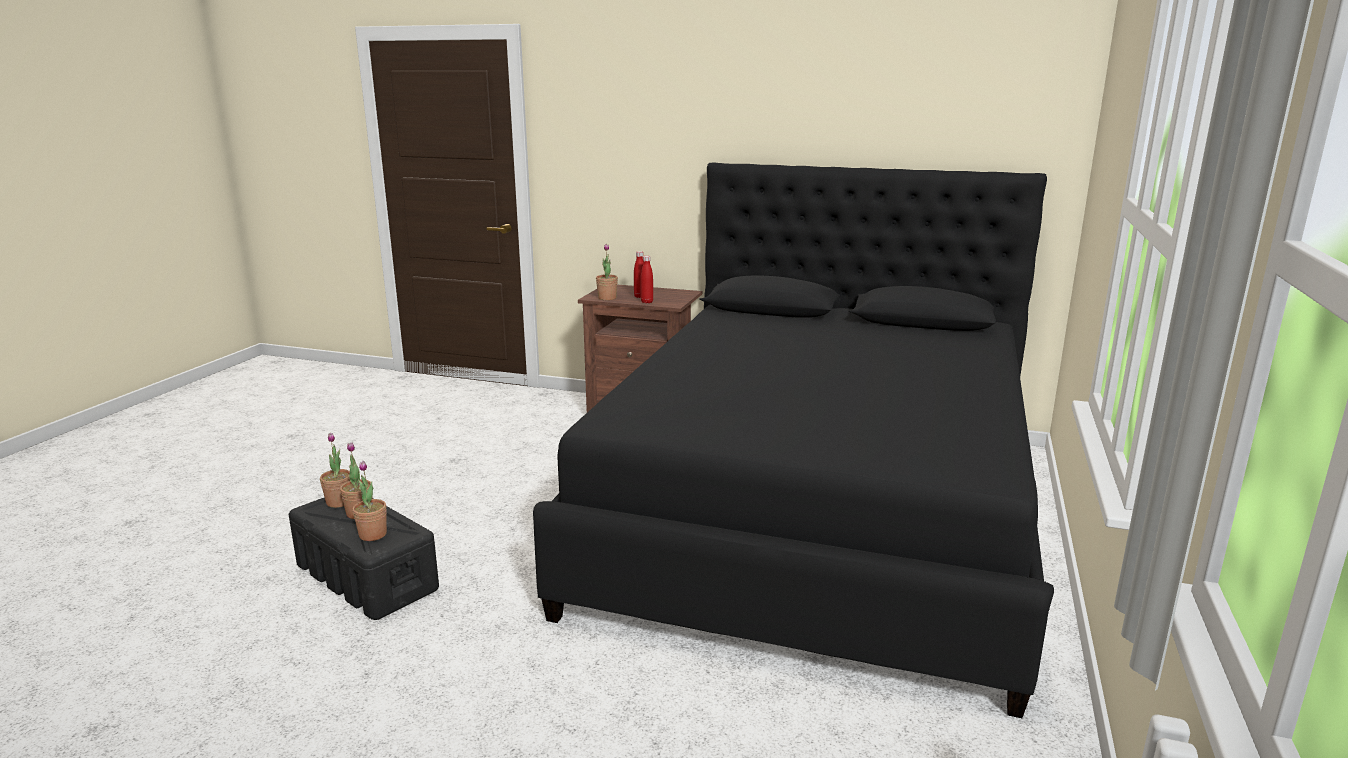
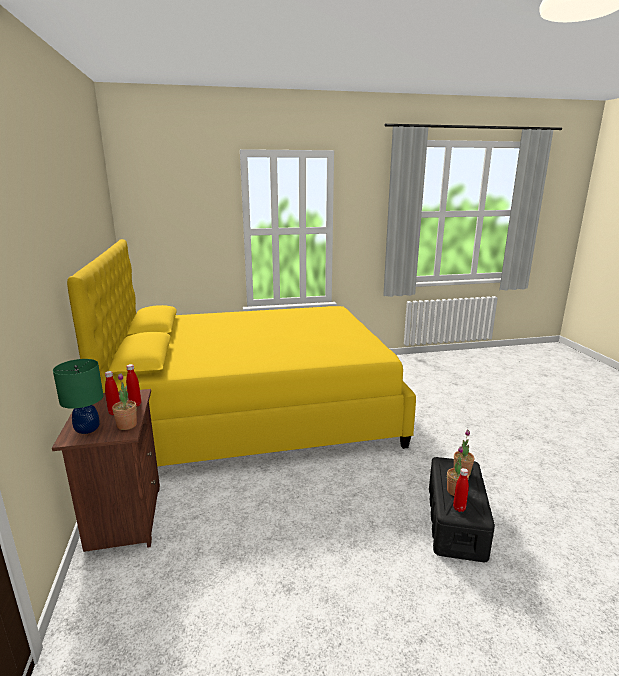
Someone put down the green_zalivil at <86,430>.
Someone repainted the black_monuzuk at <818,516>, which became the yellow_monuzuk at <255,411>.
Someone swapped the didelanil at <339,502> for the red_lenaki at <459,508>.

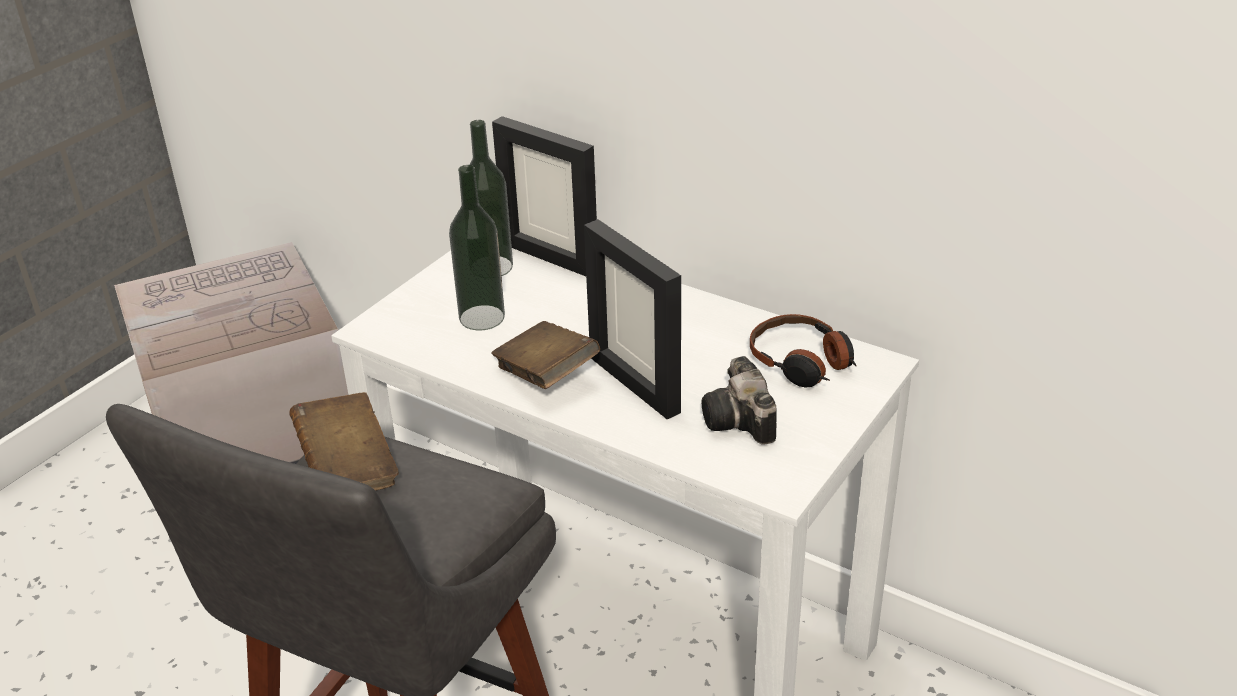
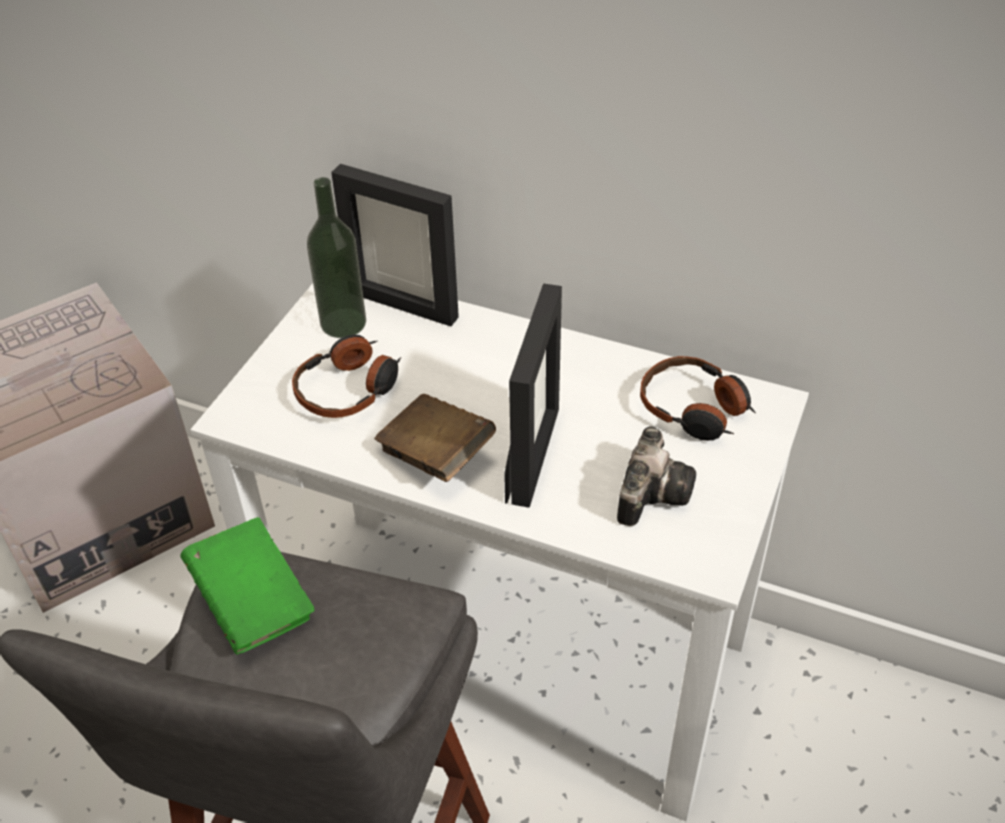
Someone repainted the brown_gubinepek at <348,468>, which became the green_gubinepek at <253,603>.
Someone swapped the lenaki at <482,317> for the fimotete at <349,389>.
Someone rotated the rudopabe at <636,383> by 120 degrees counterclockwise.
Someone rotated the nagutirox at <741,422> by 135 degrees counterclockwise.

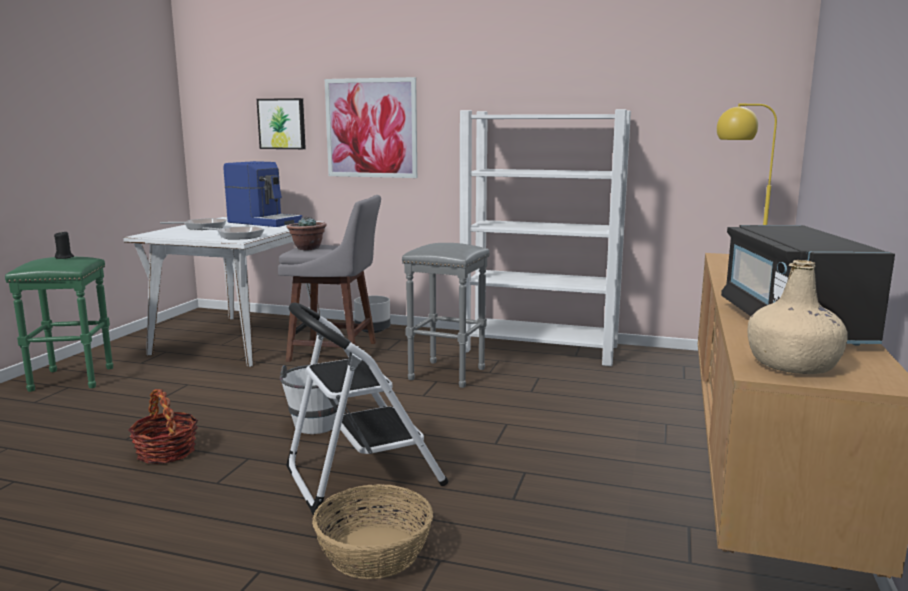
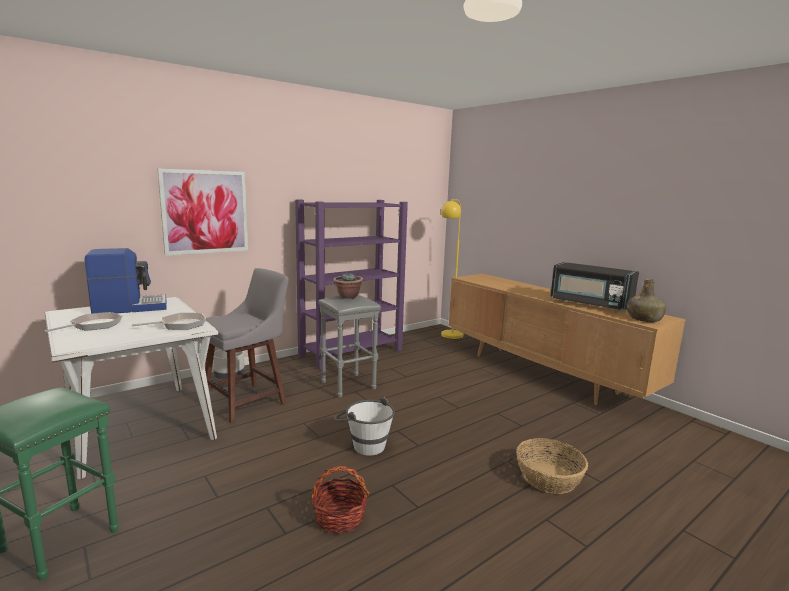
Someone repainted the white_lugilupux at <539,348>, which became the purple_lugilupux at <351,353>.
Someone carried the didelanil from <307,248> to <348,297>.
Someone repainted the beige_lenaki at <793,365>, which became the green_lenaki at <644,319>.
Someone took away the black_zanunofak at <64,257>.
Someone took away the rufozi at <282,124>.
Someone took away the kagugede at <359,477>.

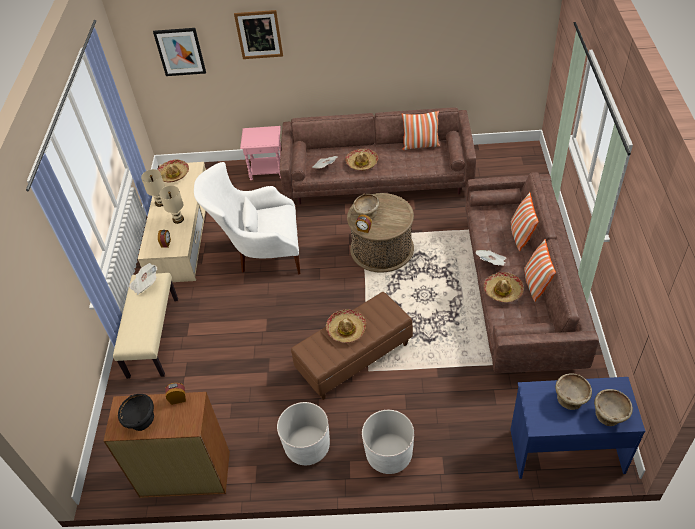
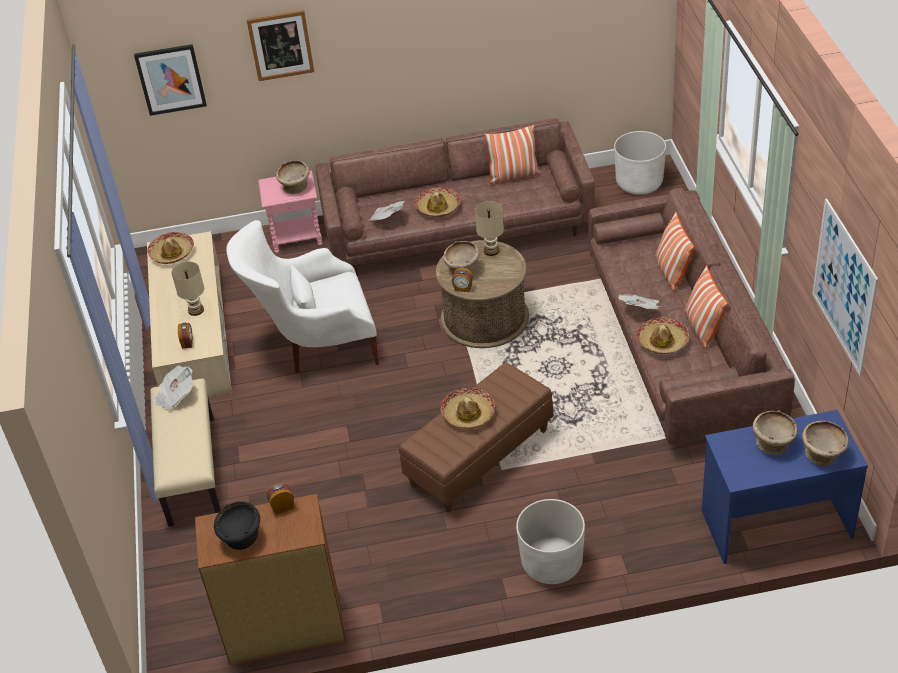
Someone put down the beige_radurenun at <295,188>.
Someone carried the beige_zalivil from <160,203> to <492,251>.
Someone carried the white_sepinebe from <307,446> to <639,183>.
Someone put up the rufozi at <844,286>.

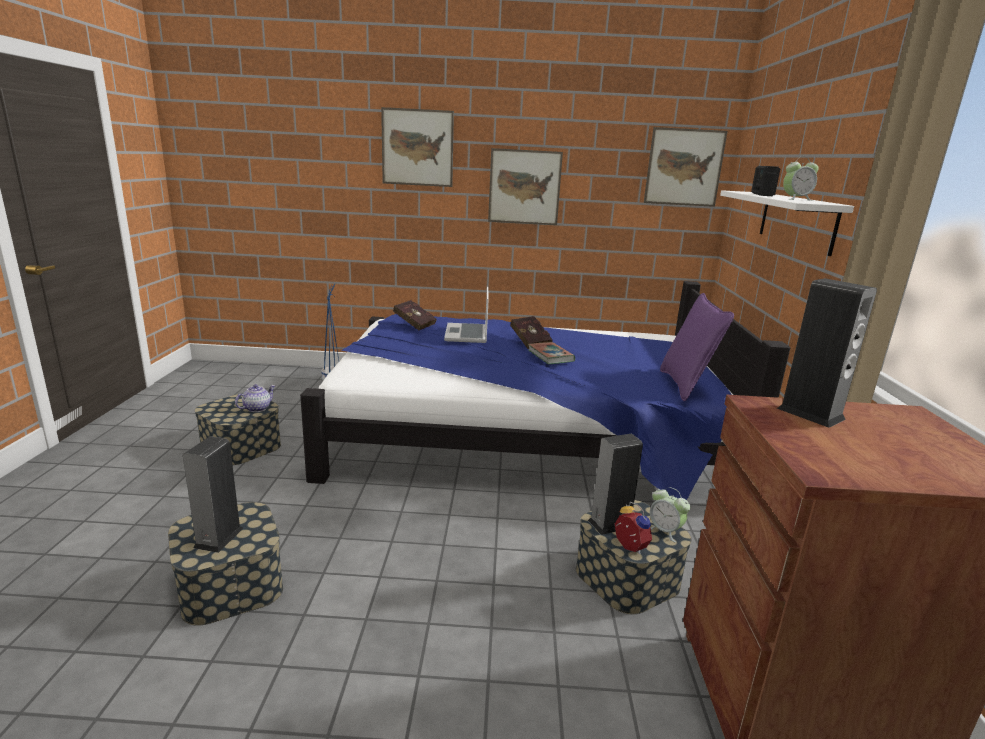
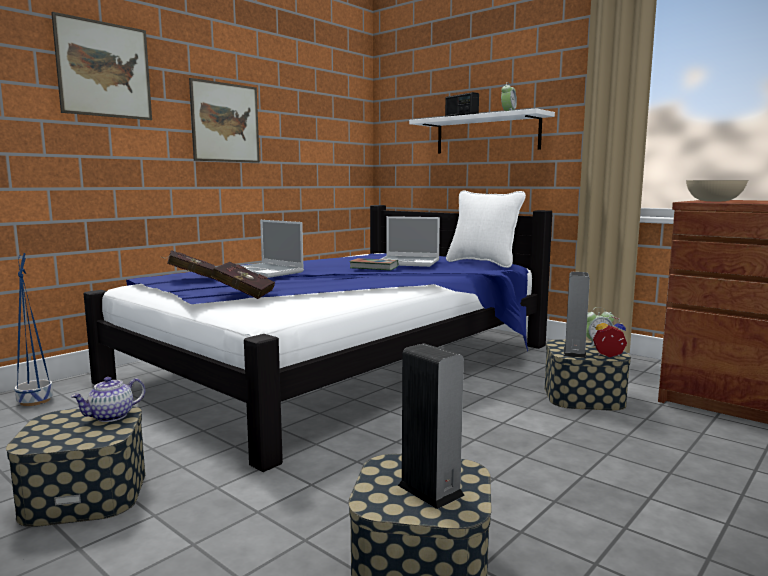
Someone rotated the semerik at <257,408> by 120 degrees counterclockwise.
Someone carried the red_gubinepek from <529,342> to <242,294>.
Someone put down the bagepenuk at <409,263>.
Someone repainted the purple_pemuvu at <686,385>, which became the white_pemuvu at <483,263>.
Someone swapped the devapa at <810,414> for the beige_radurenun at <713,201>.
Someone took away the rufozi at <684,167>.

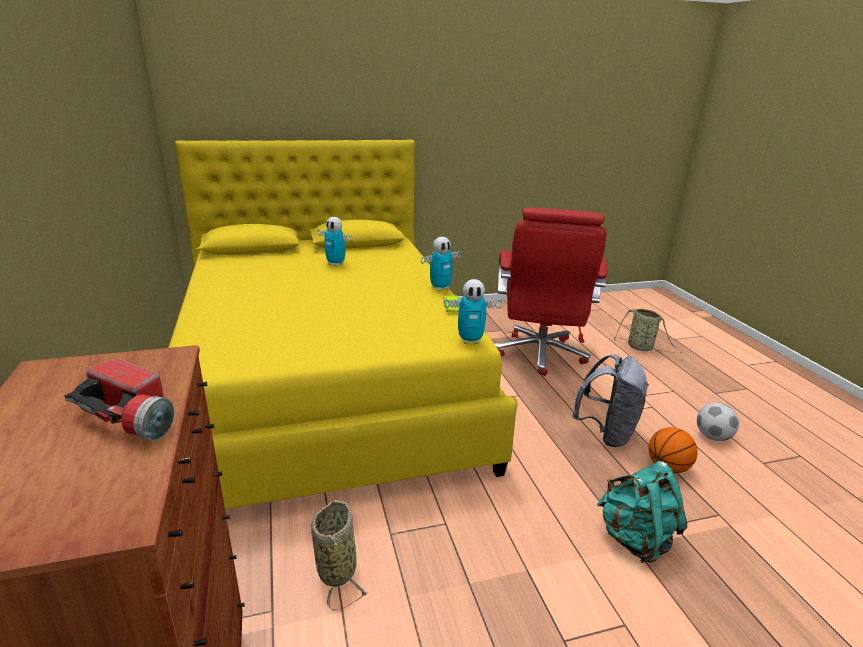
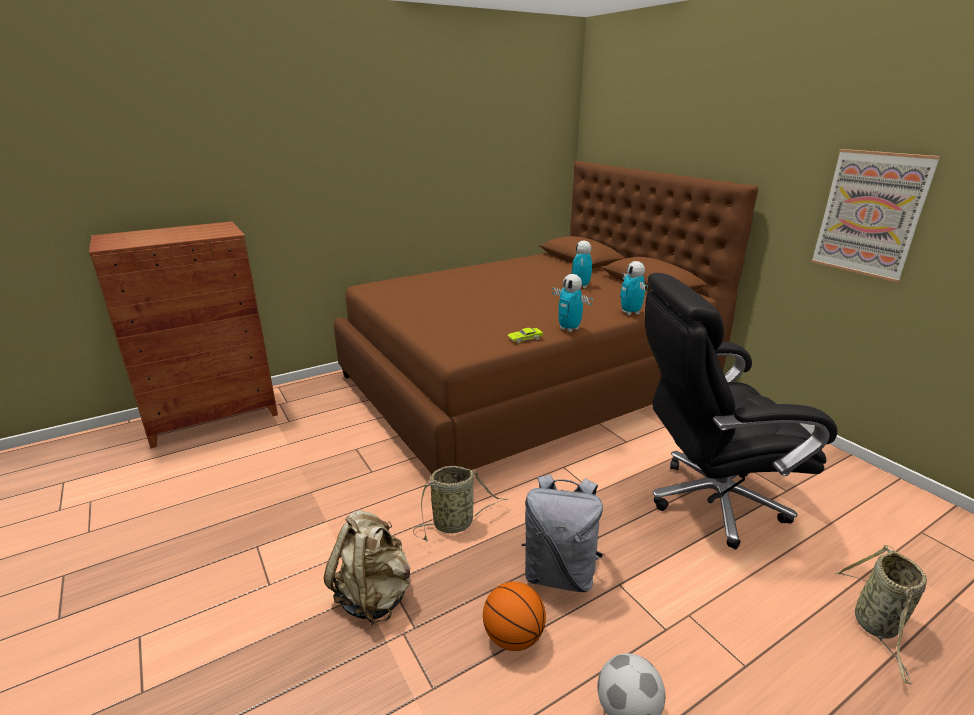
Someone repainted the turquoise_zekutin at <635,539>, which became the beige_zekutin at <374,595>.
Someone repainted the yellow_monuzuk at <327,386>, which became the brown_monuzuk at <524,384>.
Someone carried the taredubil from <337,568> to <456,523>.
Someone carried the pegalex from <470,340> to <630,313>.
Someone repainted the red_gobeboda at <540,357>, which became the black_gobeboda at <707,502>.
Someone put up the rufozi at <870,214>.
Someone took away the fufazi at <132,416>.

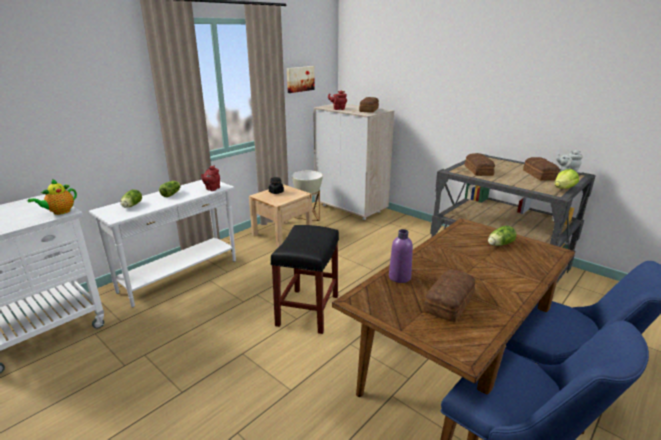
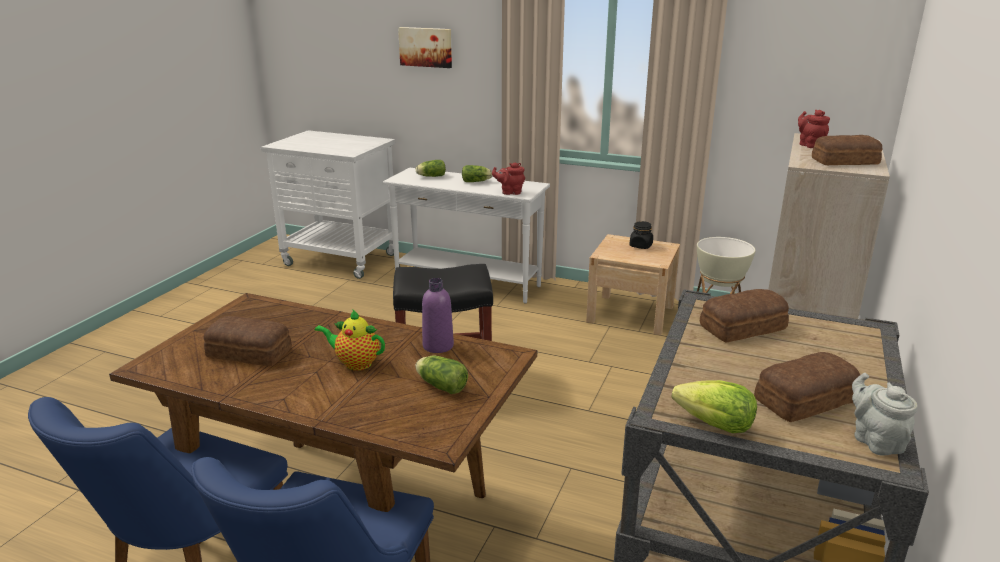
Someone carried the semerik from <60,212> to <355,363>.
Someone carried the rufozi from <299,79> to <426,47>.
Someone carried the purple_lenaki from <399,277> to <438,346>.

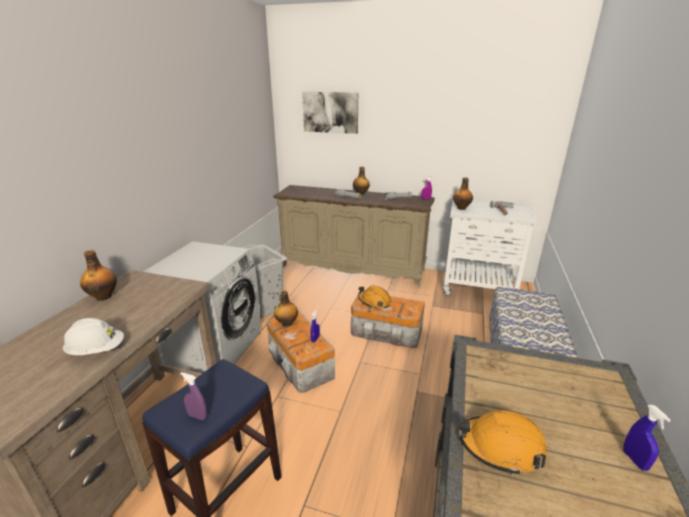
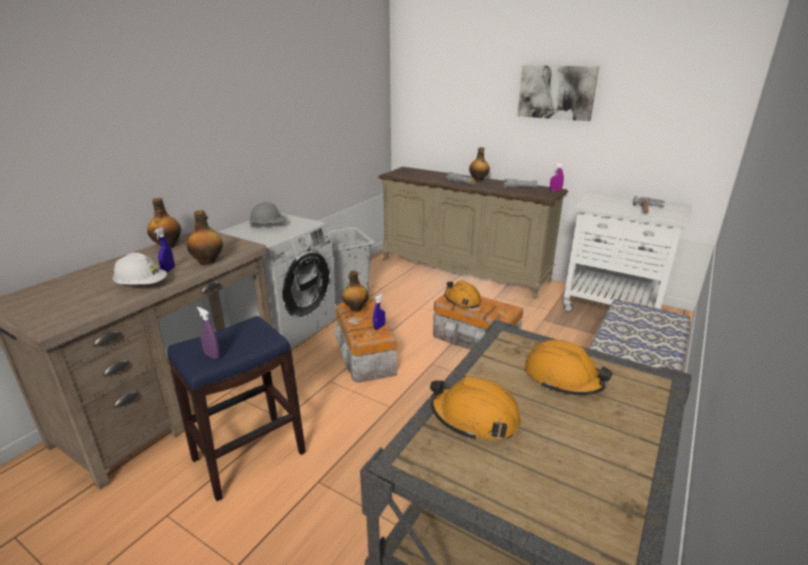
Someone carried the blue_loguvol from <634,460> to <168,270>.
Someone carried the lenaki from <461,208> to <208,262>.
Someone put down the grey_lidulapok at <268,226>.
Someone carried the rufozi from <330,112> to <556,92>.
Someone put down the orange_lidulapok at <563,378>.

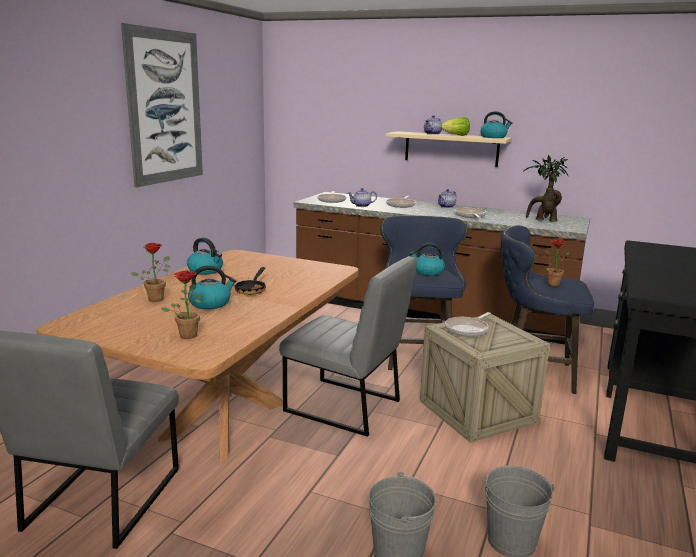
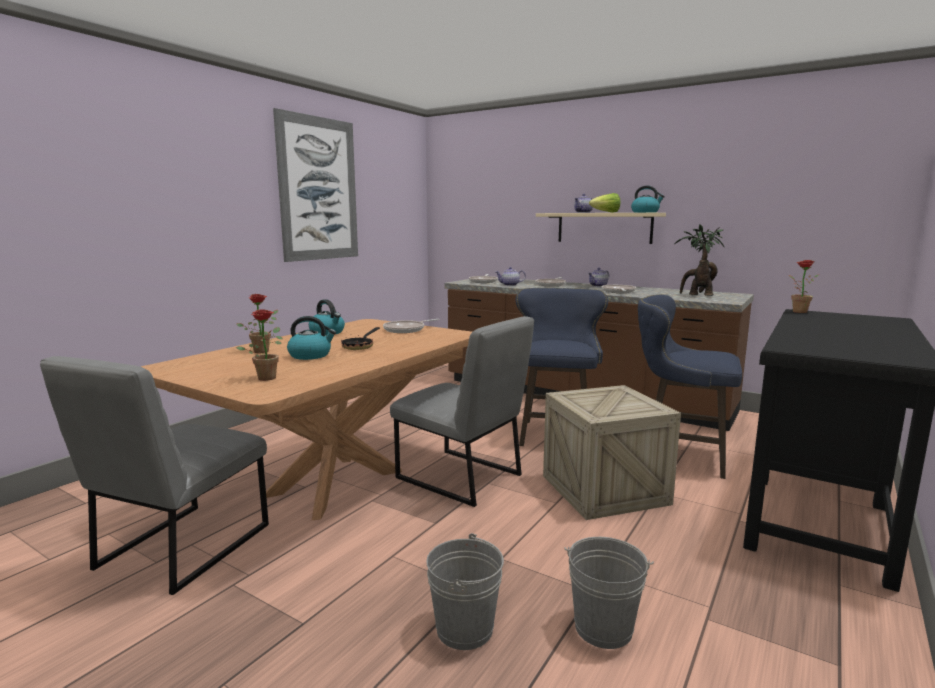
Someone carried the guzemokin from <468,329> to <406,330>.
Someone carried the didelanil from <550,283> to <796,311>.
Someone took away the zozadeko at <427,272>.

